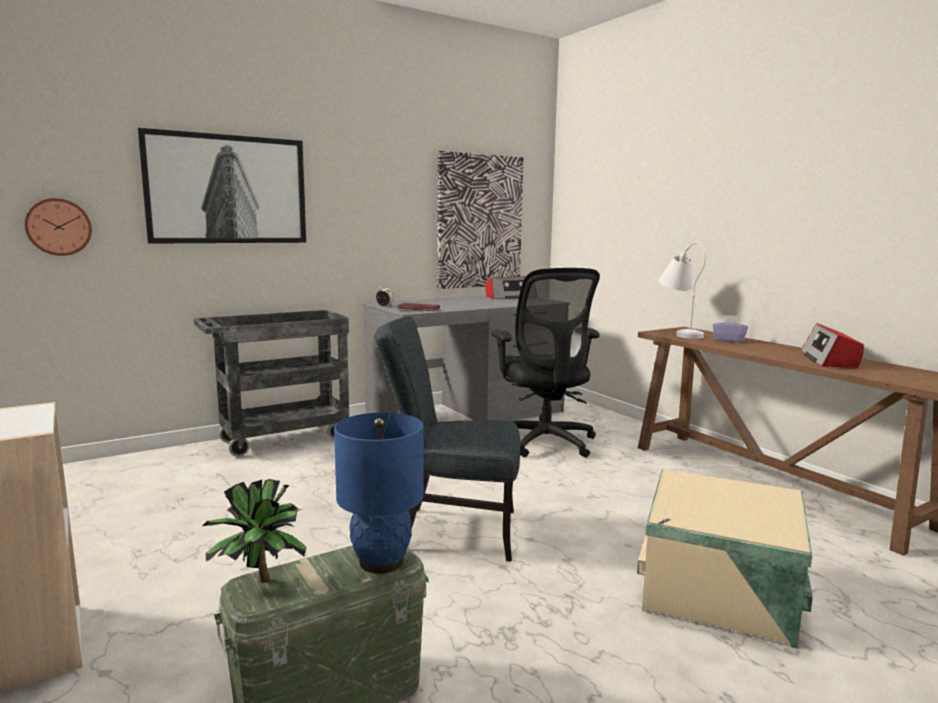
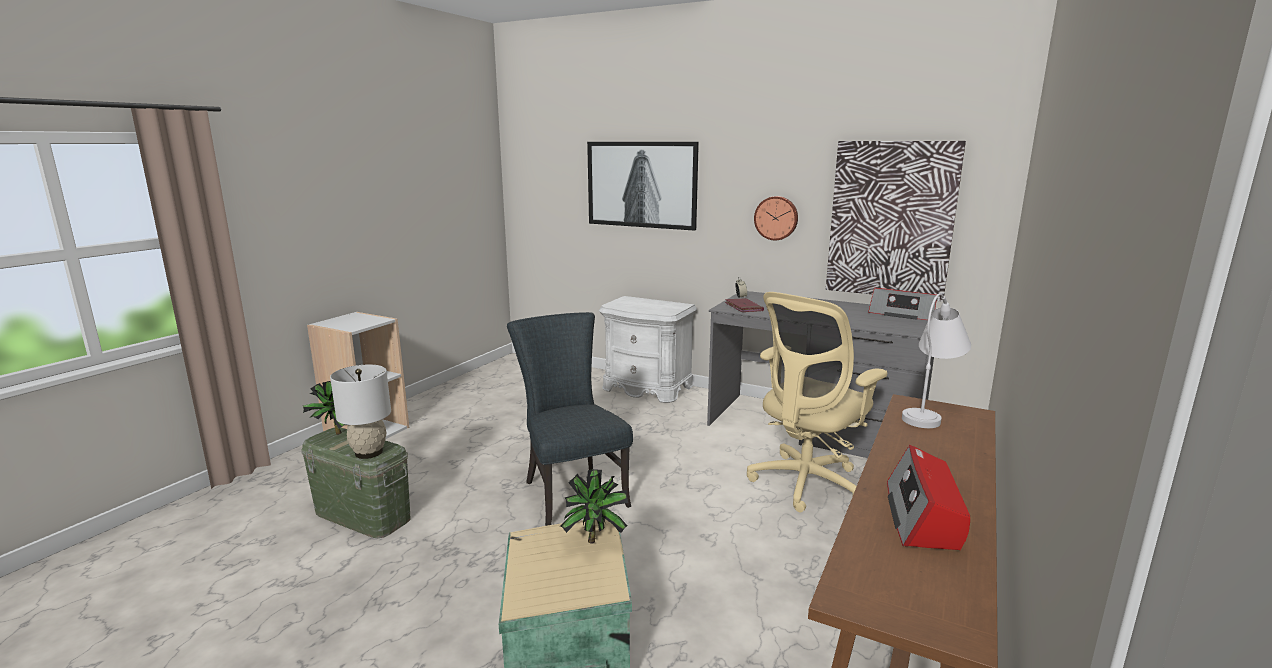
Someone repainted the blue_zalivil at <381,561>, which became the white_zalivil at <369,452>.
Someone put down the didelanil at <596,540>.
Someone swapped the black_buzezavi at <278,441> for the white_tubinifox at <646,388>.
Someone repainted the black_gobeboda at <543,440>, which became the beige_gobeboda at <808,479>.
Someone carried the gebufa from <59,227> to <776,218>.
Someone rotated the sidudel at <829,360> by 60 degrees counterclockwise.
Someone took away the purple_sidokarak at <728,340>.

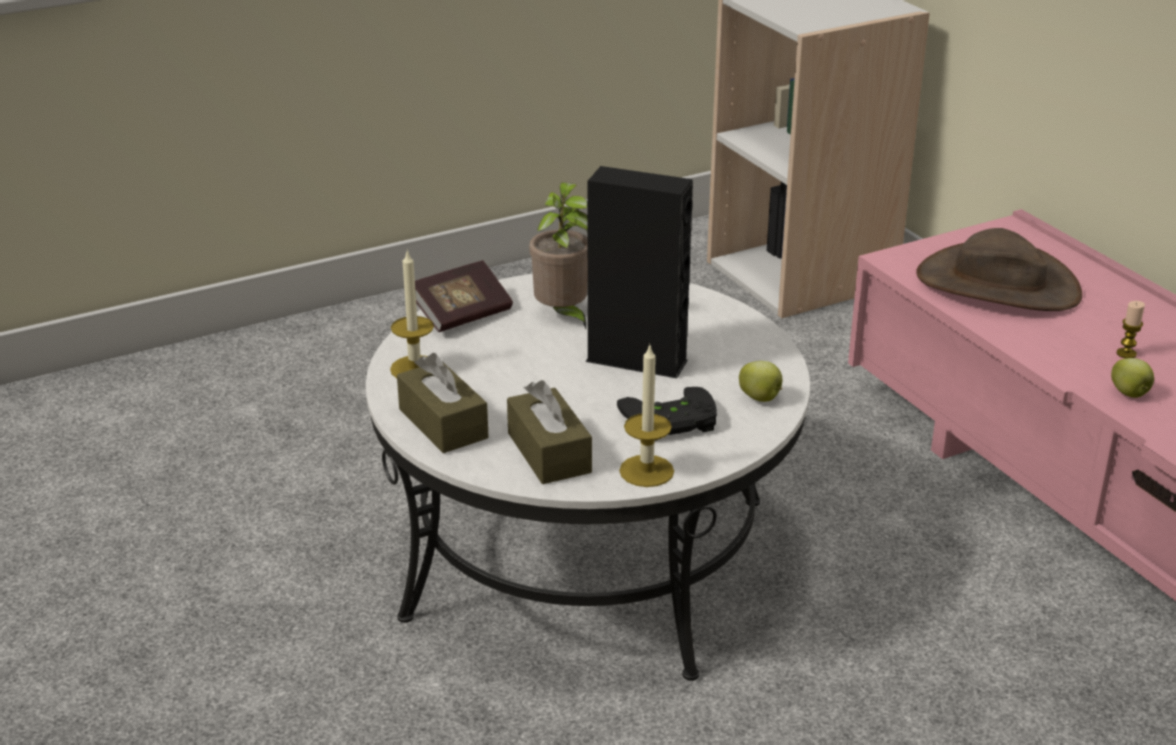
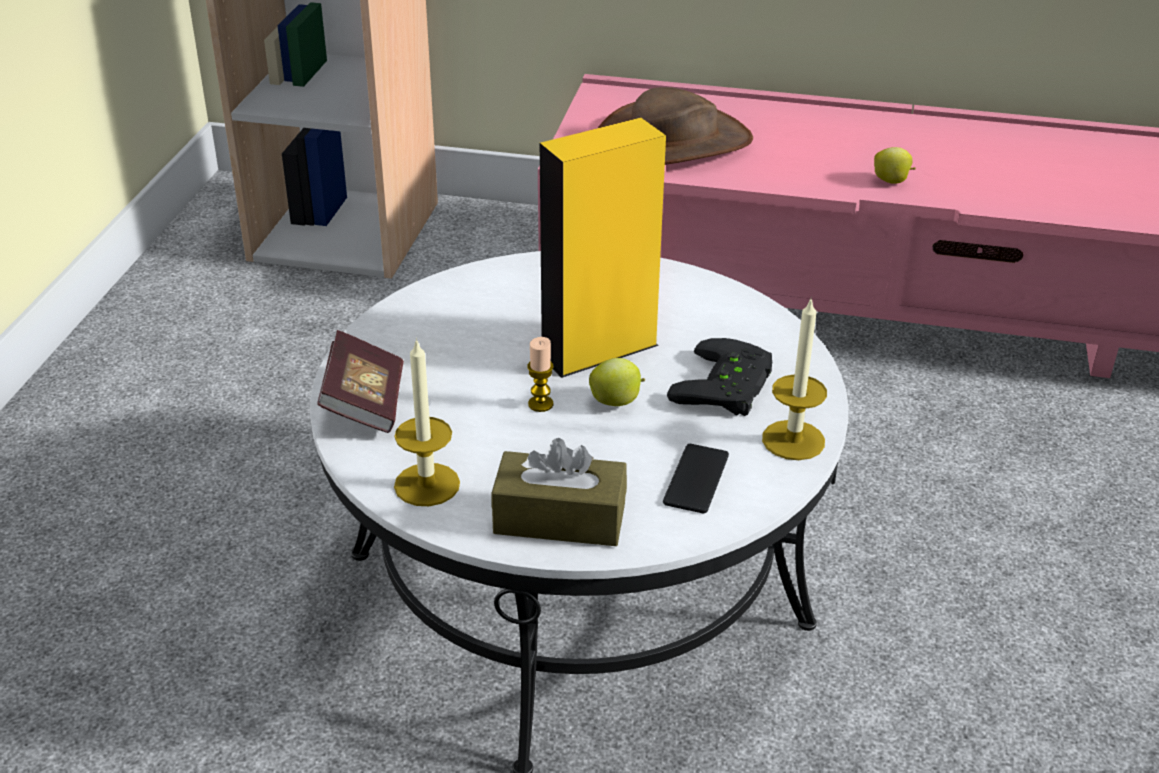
Someone carried the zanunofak from <1126,353> to <540,404>.
Someone repainted the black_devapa at <636,360>, which became the yellow_devapa at <599,350>.
Someone carried the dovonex from <761,398> to <616,402>.
Someone swapped the brown_sidokarak at <549,453> for the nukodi at <696,479>.
Someone took away the didelanil at <563,316>.

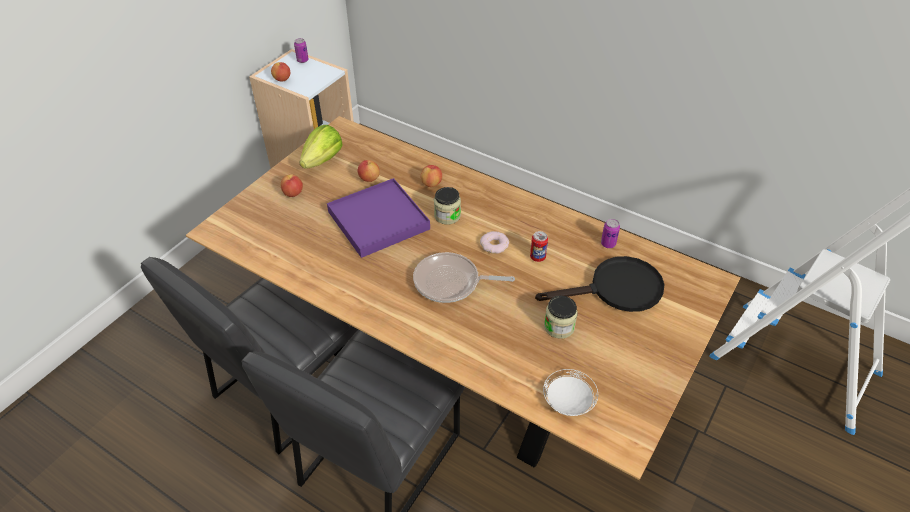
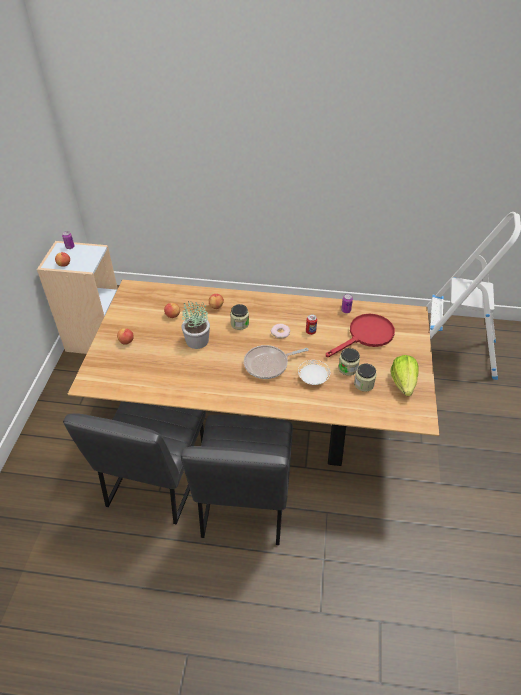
Someone swapped the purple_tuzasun at <378,220> for the didelanil at <197,341>.
Someone carried the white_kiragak from <569,401> to <313,378>.
Someone repainted the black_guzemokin at <616,290>, which became the red_guzemokin at <366,336>.
Someone put down the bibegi at <364,384>.
Someone carried the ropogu from <323,160> to <403,383>.

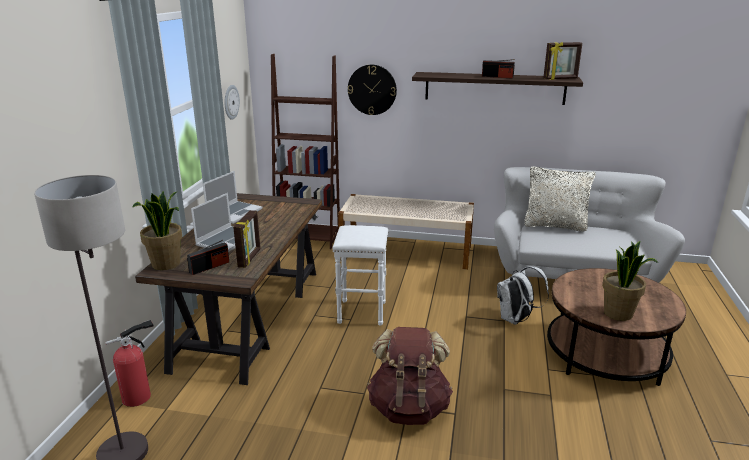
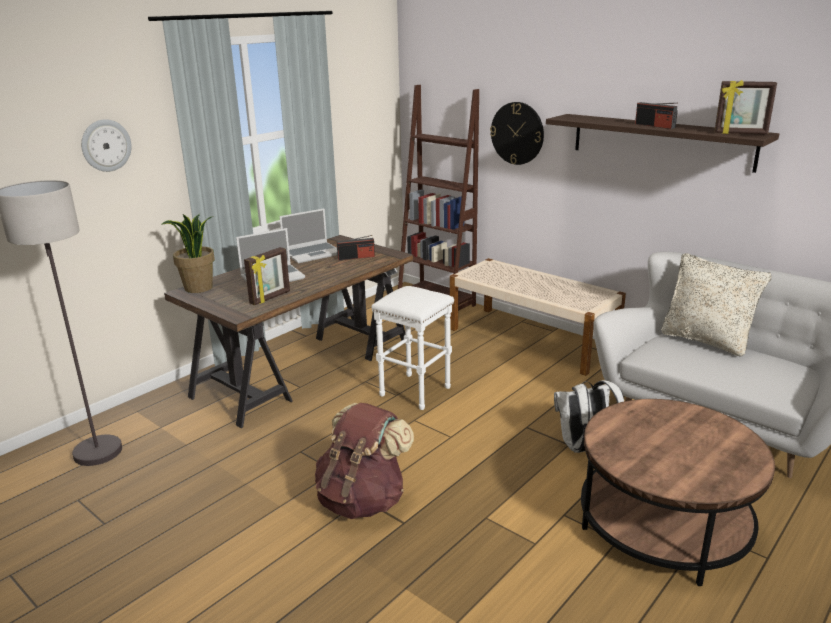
Someone carried the gebufa from <230,102> to <106,145>.
Someone carried the sidudel from <209,267> to <356,257>.
Someone took away the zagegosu at <139,396>.
Someone took away the didelanil at <619,313>.

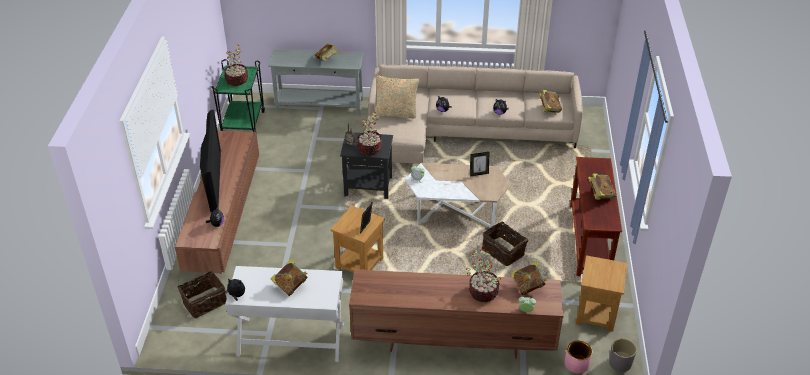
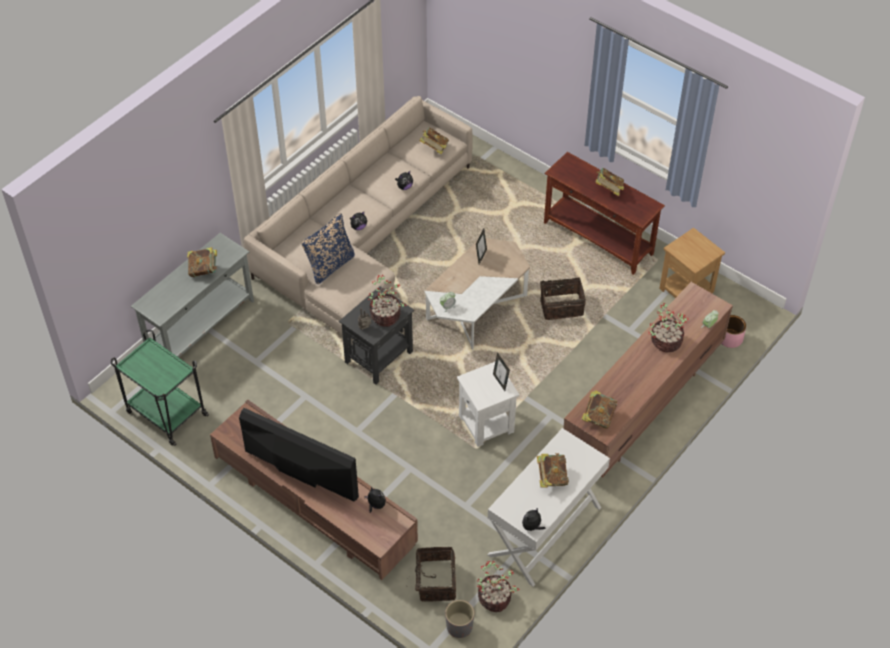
Someone repainted the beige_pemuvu at <396,114>, which became the blue_pemuvu at <331,266>.
Someone carried the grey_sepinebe from <620,364> to <459,627>.
Someone repainted the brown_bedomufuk at <359,264>, which became the white_bedomufuk at <486,424>.
Someone carried the didelanil from <237,80> to <495,598>.
Someone carried the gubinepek from <527,286> to <598,417>.

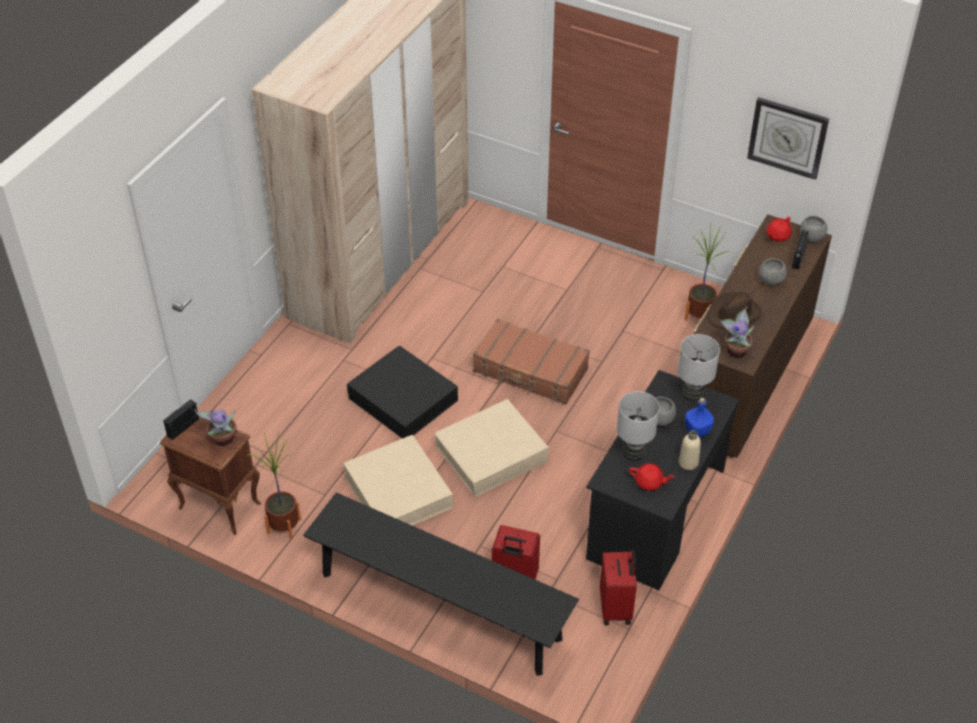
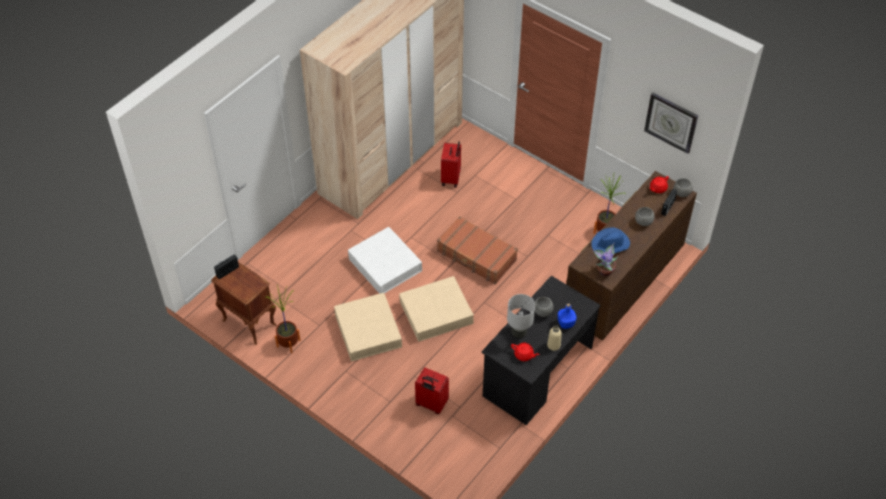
Someone repainted the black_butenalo at <403,399>, which became the white_butenalo at <385,265>.
Someone carried the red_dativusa from <616,608> to <451,178>.
Someone repainted the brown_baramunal at <734,314>, which became the blue_baramunal at <610,243>.
Someone took away the didelanil at <222,439>.
Someone took away the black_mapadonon at <440,606>.
Someone took away the grey_zalivil at <693,393>.

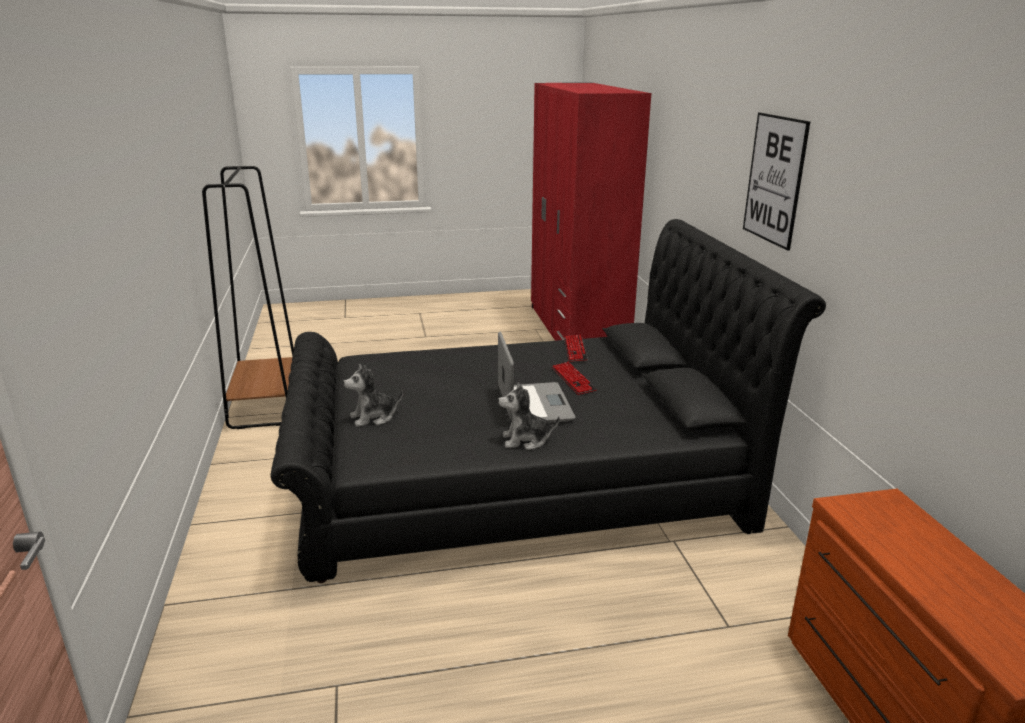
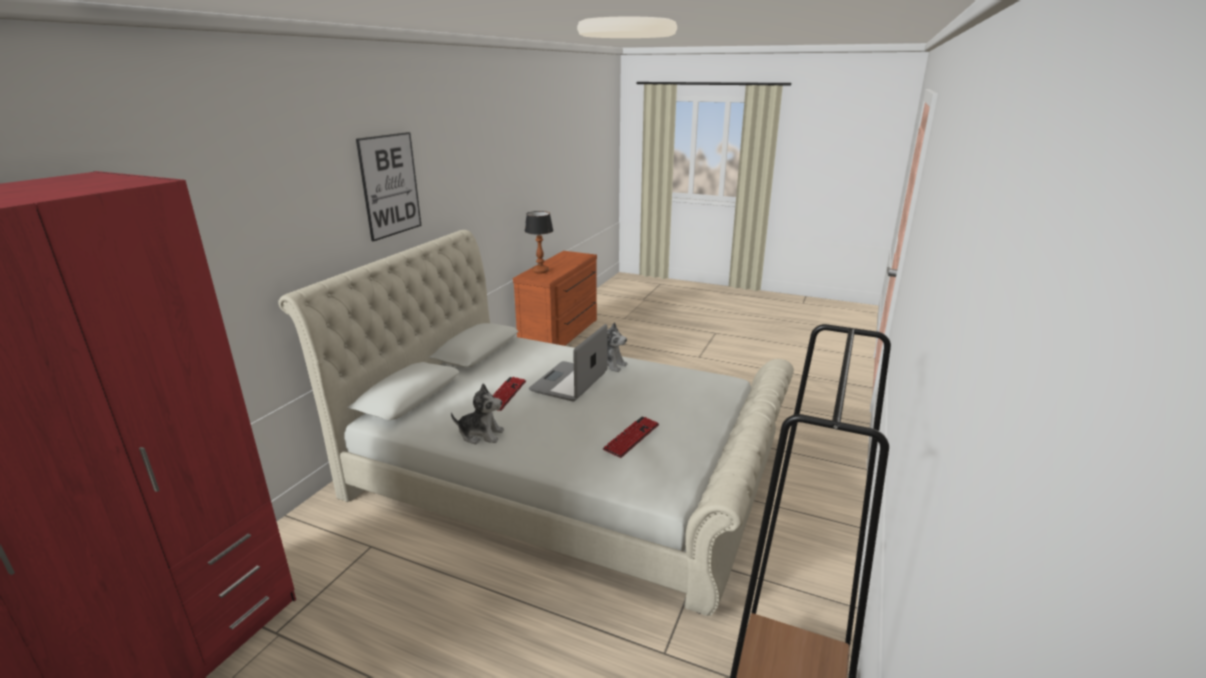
Someone repainted the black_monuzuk at <518,471>, which became the beige_monuzuk at <564,469>.
Someone carried the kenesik from <373,417> to <481,434>.
Someone put down the zalivil at <540,271>.
Someone carried the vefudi from <575,349> to <631,437>.

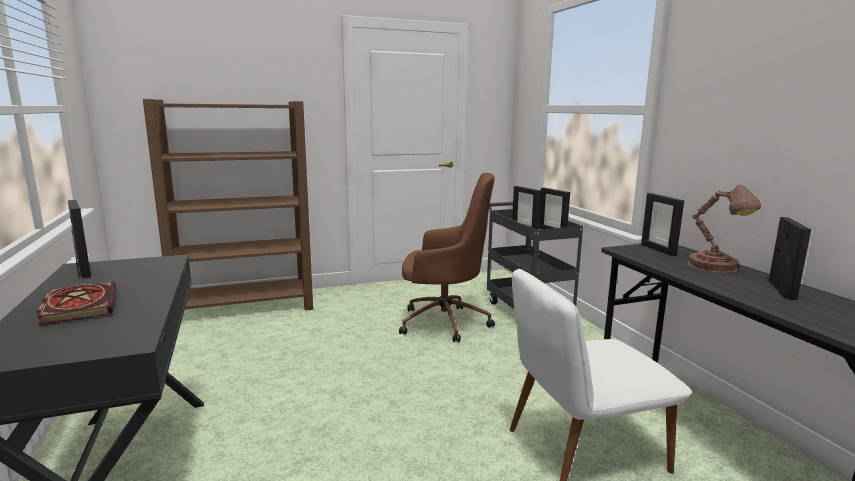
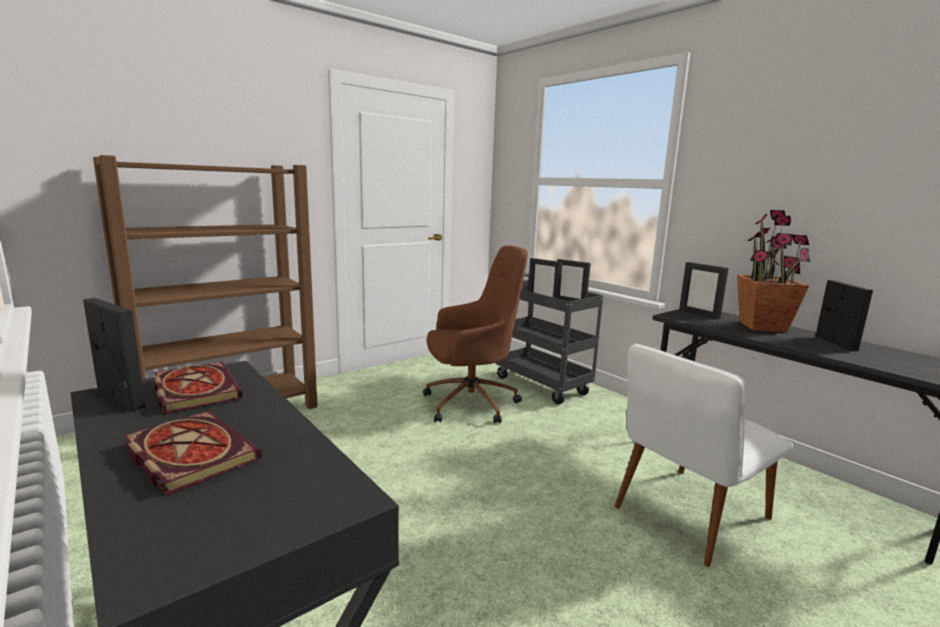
Someone put down the gubinepek at <194,390>.
Someone swapped the brown_zalivil at <715,267> for the didelanil at <763,327>.

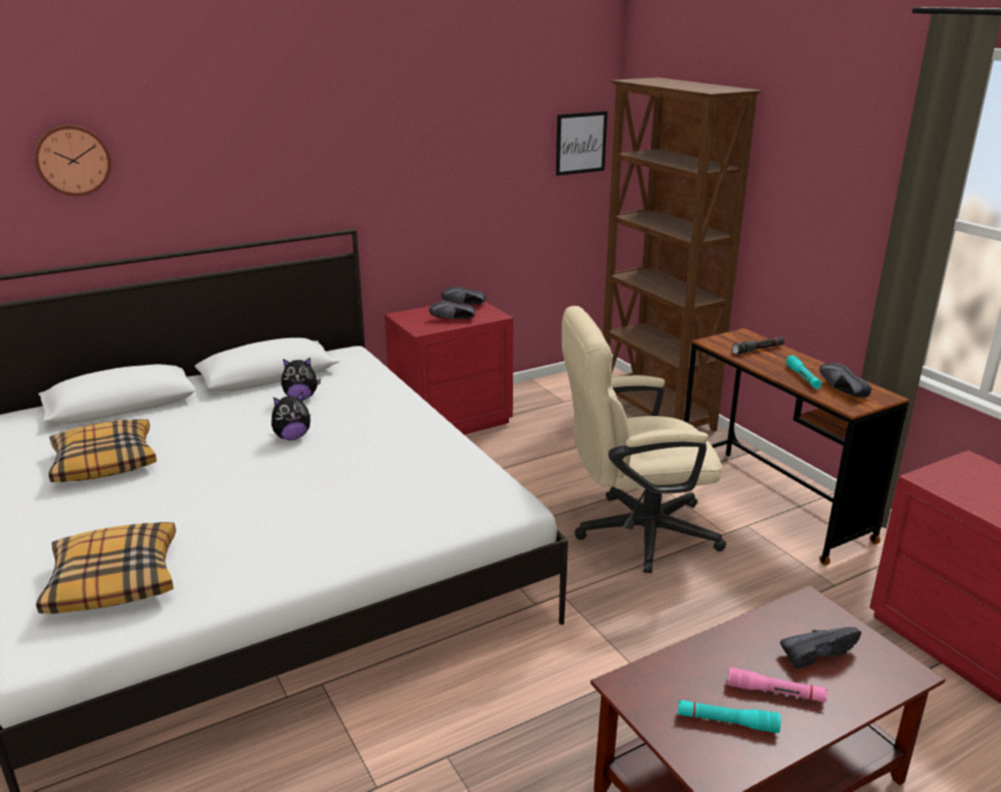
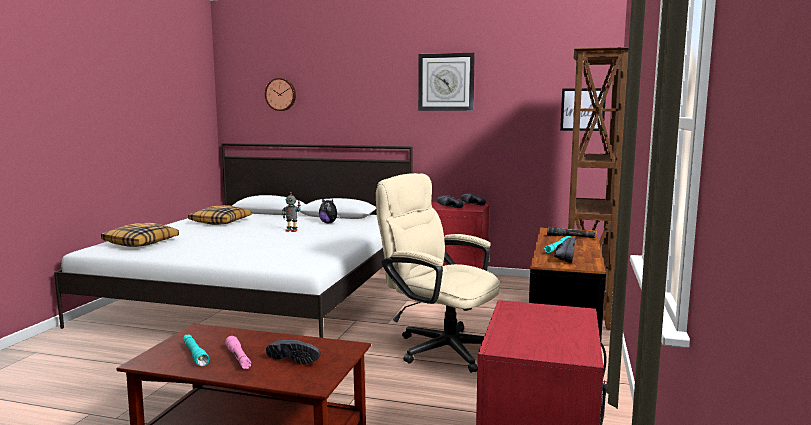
Someone swapped the kenesik at <292,437> for the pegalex at <291,230>.
Someone put up the gebufa at <446,82>.

